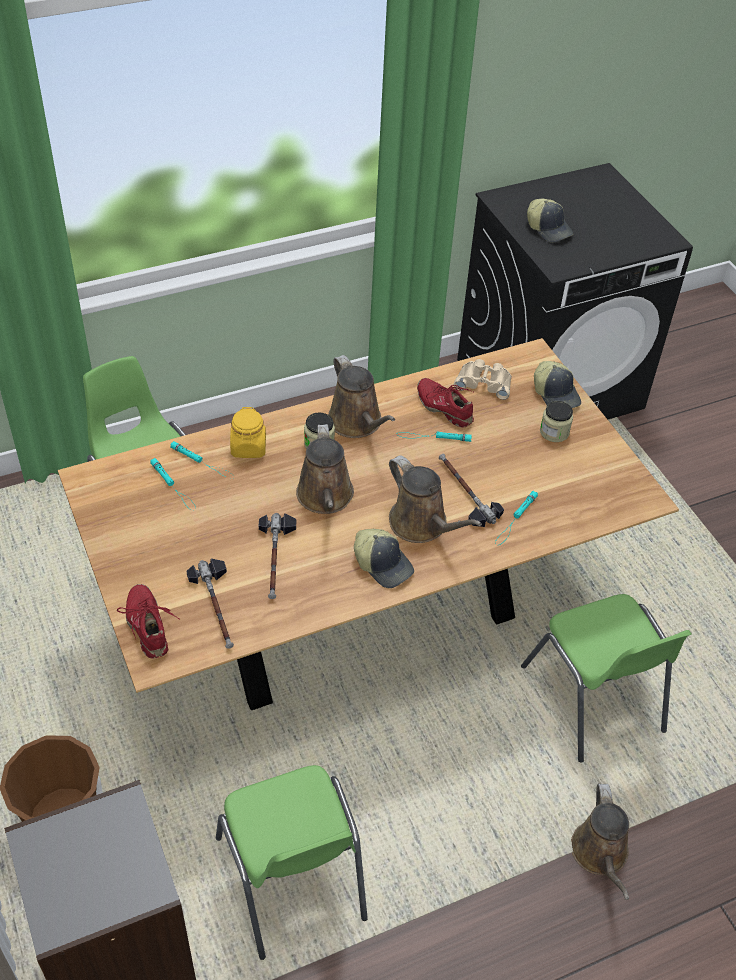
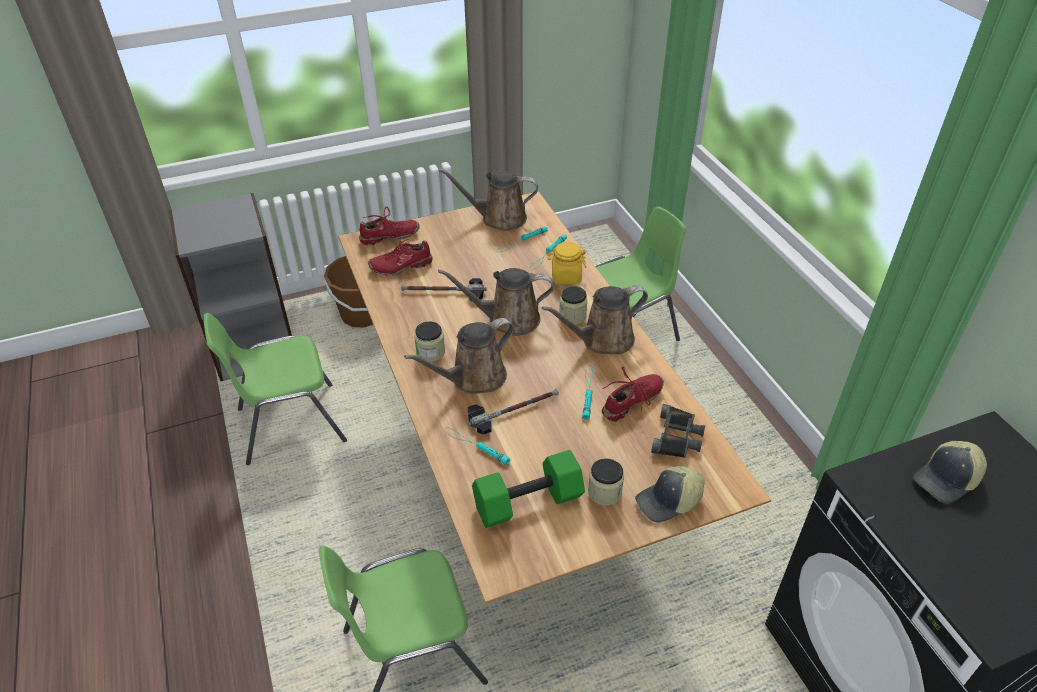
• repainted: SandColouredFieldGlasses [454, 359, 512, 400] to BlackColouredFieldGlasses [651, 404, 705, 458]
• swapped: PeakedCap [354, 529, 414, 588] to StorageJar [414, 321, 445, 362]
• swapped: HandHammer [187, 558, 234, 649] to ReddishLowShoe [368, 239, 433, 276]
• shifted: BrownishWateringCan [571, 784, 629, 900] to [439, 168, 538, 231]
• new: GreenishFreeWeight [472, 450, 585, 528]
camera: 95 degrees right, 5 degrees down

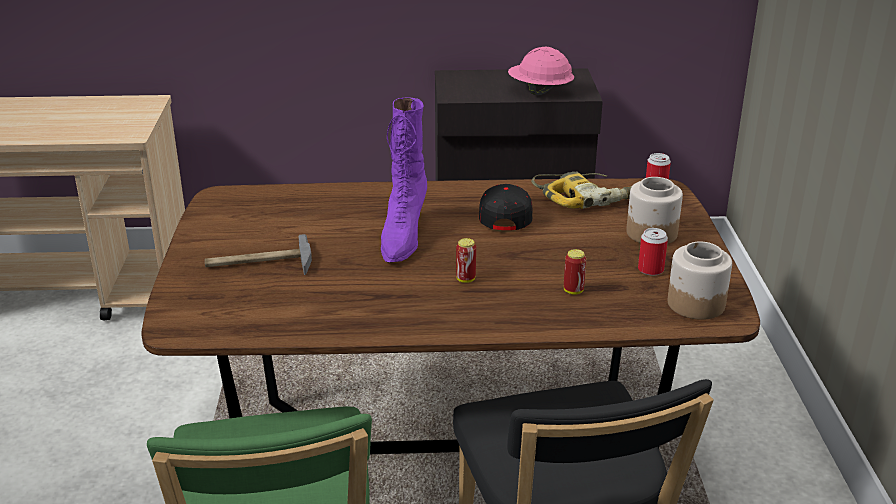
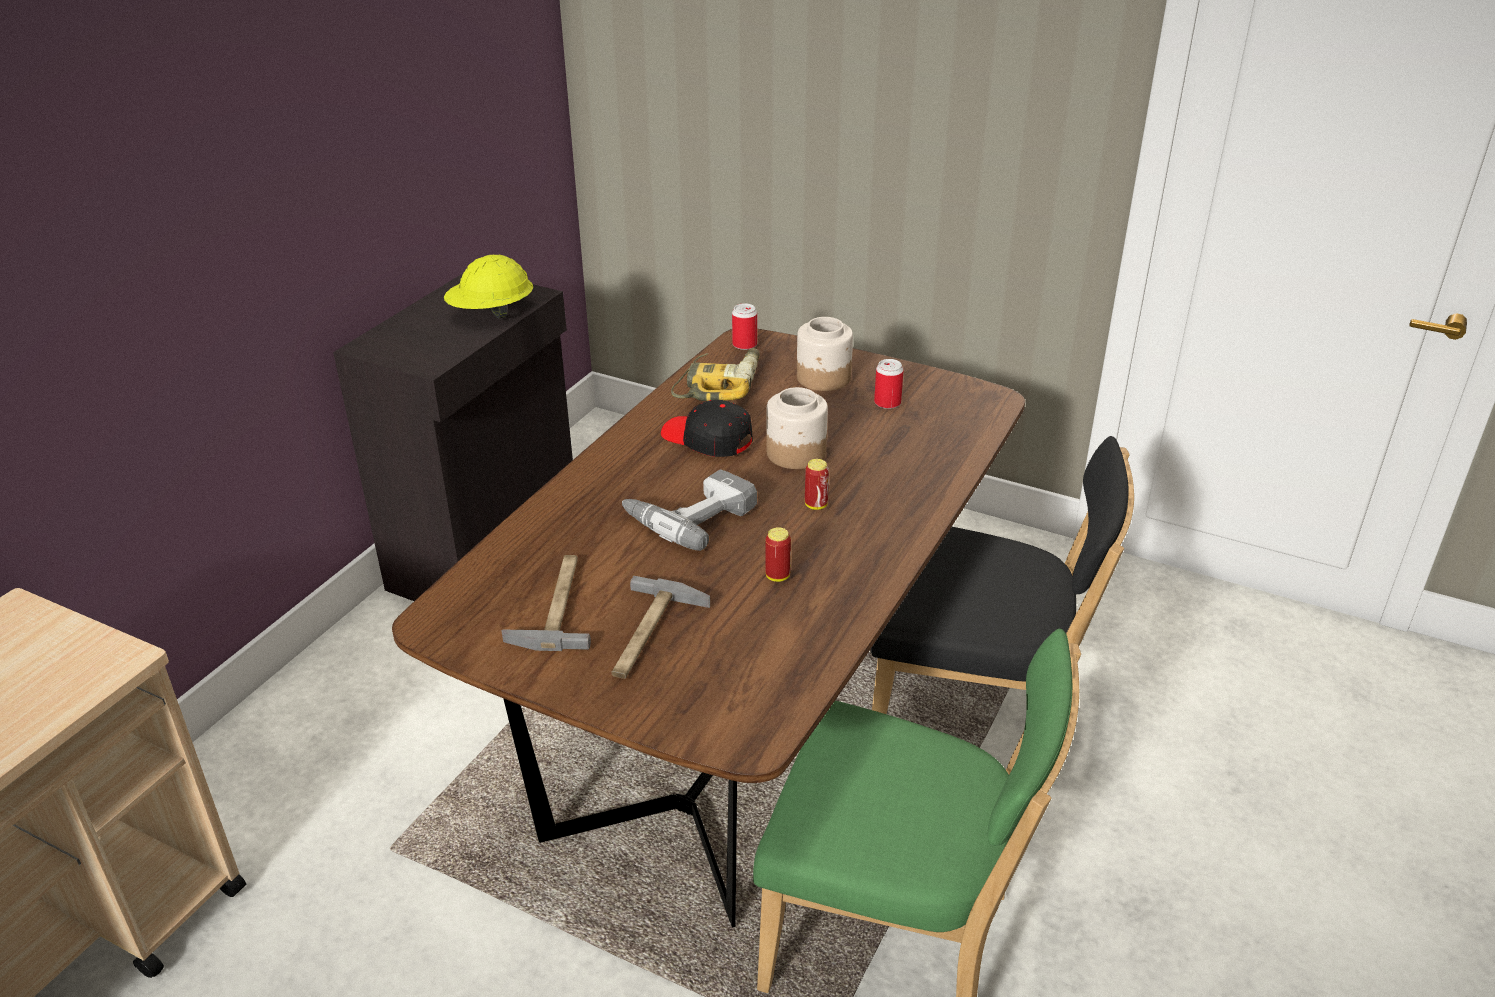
• repainted: PinkColouredSafetyHelmet [508, 47, 574, 95] to YellowishSafetyHelmet [444, 255, 533, 319]
• swapped: PurplishHighTopBoot [381, 97, 427, 262] to Drill [622, 469, 757, 551]
• shifted: StorageJar [668, 241, 732, 320] to [766, 387, 828, 469]
• shifted: MetalCan [564, 249, 586, 295] to [765, 527, 791, 582]
• new: HandHammer [501, 555, 591, 651]
camera: 60 degrees left, 5 degrees up

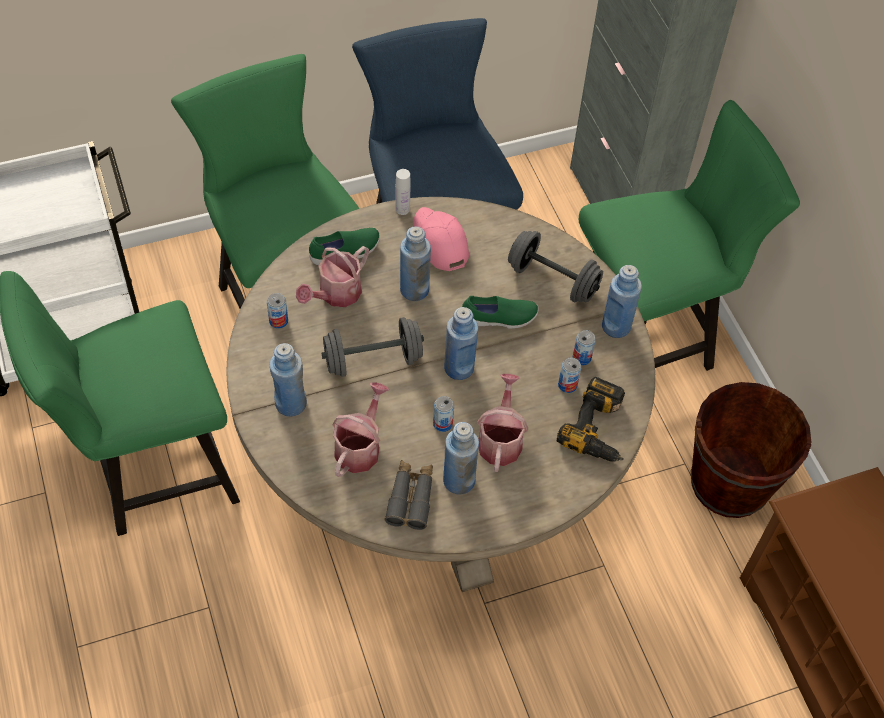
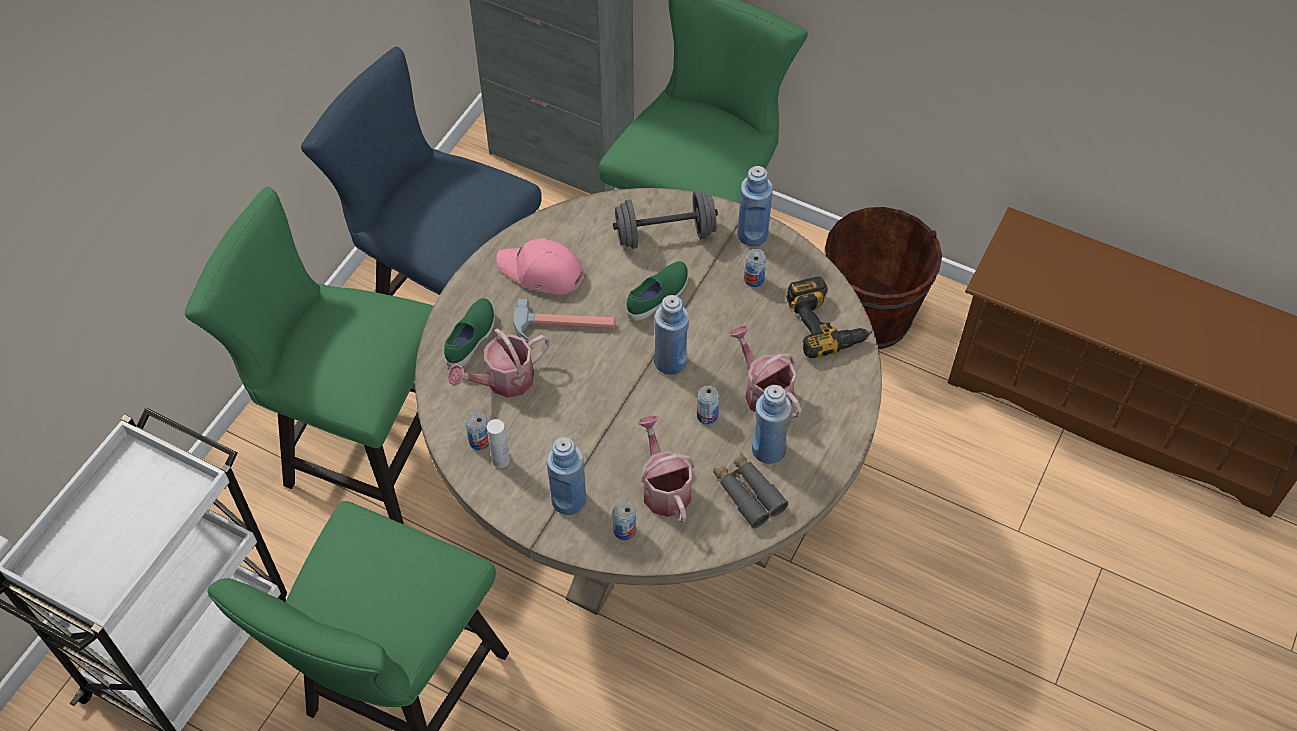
• shifted: WhiteBeverageBottle [395, 169, 411, 215] to [487, 419, 510, 468]
• swapped: BlueColouredBeverageBottle [400, 227, 431, 301] to HandHammer [513, 299, 615, 343]
• rotated: WateringCan [296, 246, 369, 307] = [448, 329, 550, 398] 60 degrees clockwise
• gone: GreyishFreeWeight [321, 317, 424, 377]
• shifted: MetalCan [558, 358, 581, 393] to [613, 501, 636, 540]
camera: 40 degrees left, 0 degrees up

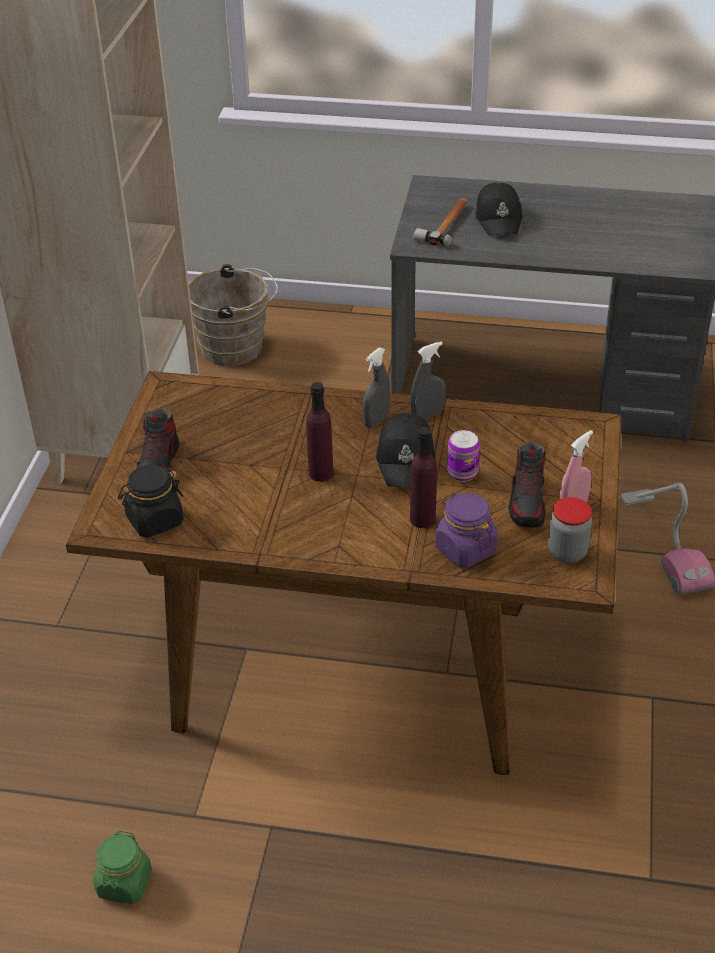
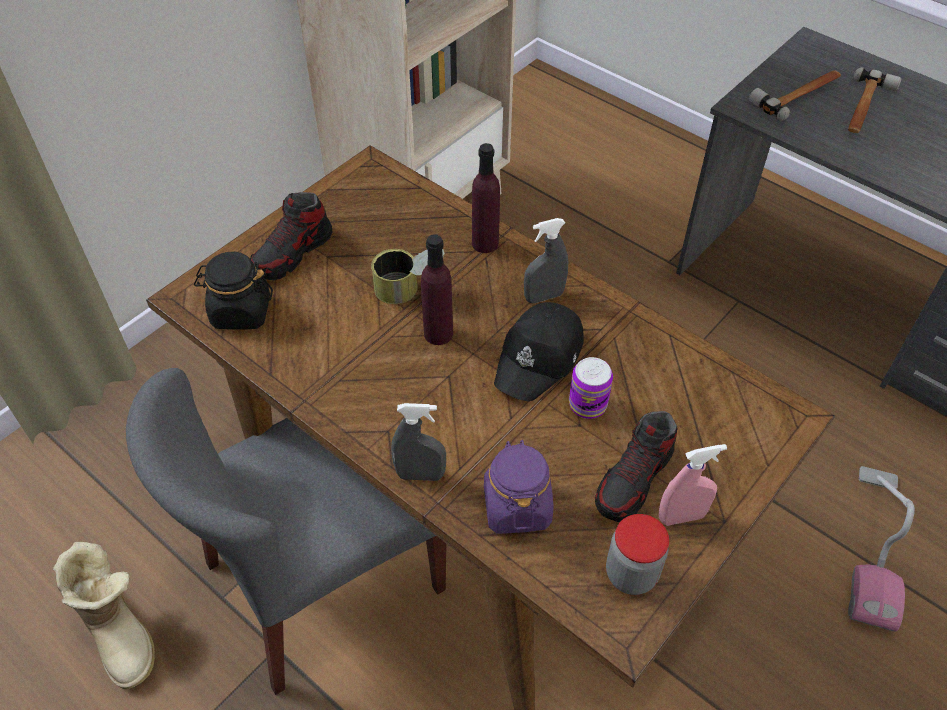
• swapped: BlackColouredPeakedCap [475, 183, 523, 236] to HandHammer [848, 67, 902, 133]
• gone: BrownishPail [189, 264, 278, 366]
• shifted: GreyishHandSprayer [411, 341, 445, 419] to [391, 403, 446, 481]
• shifted: PurplishBeverageBottle [410, 427, 437, 528] to [472, 143, 500, 253]
• swapped: GreenishStorageJar [93, 830, 152, 904] to HighTopBoot [53, 542, 155, 689]
• new: MetalCan [371, 249, 445, 304]
• new: GreyishChair [126, 368, 446, 695]
camera: 30 degrees right, 10 degrees up

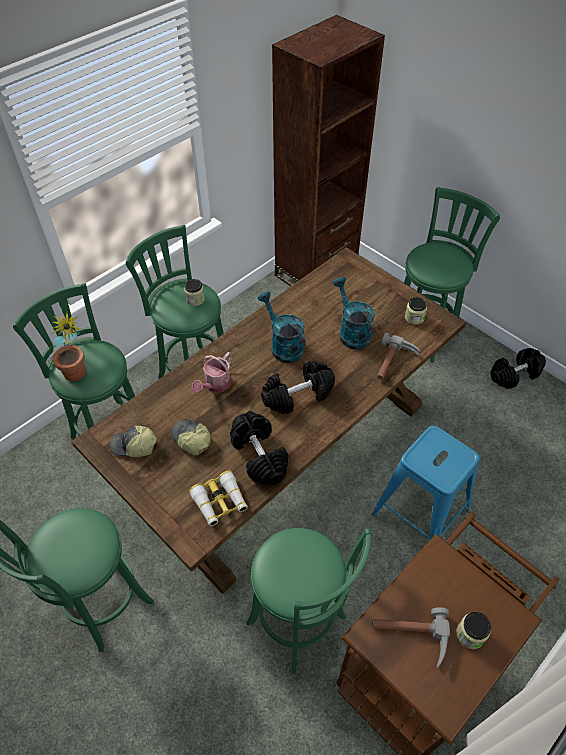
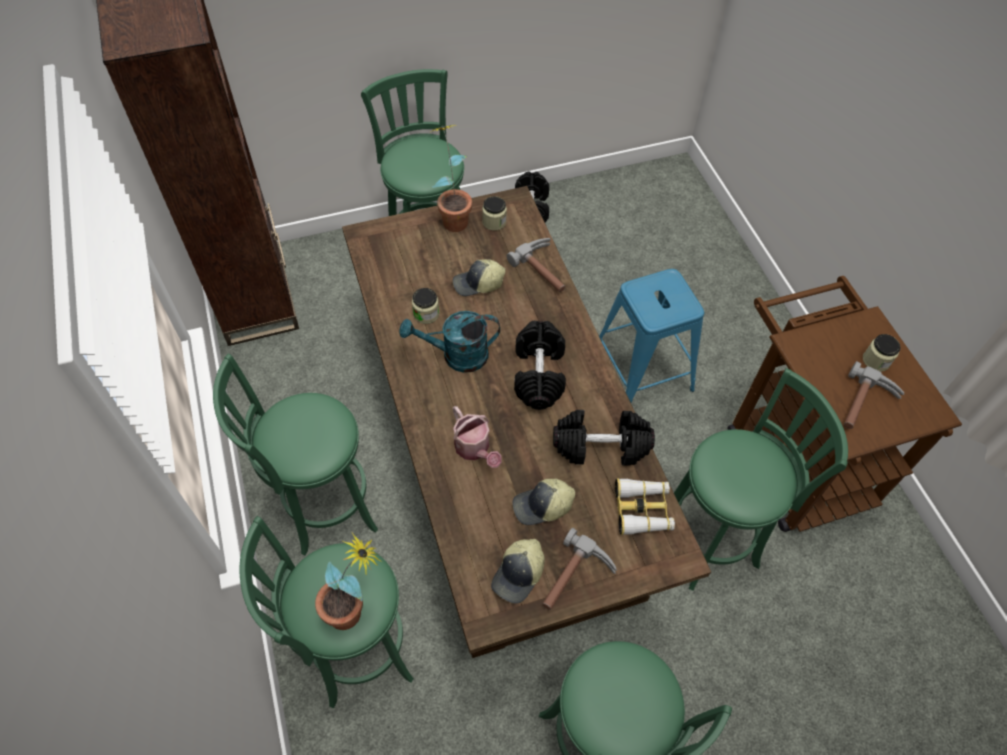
• swapped: TurquoiseWateringCan [333, 277, 375, 349] to PeakedCap [453, 259, 506, 296]
• shifted: StorageJar [184, 279, 205, 306] to [412, 288, 439, 324]
• new: PottedPlant [431, 125, 472, 232]
• new: HandHammer [542, 528, 617, 610]
camera: 65 degrees left, 5 degrees up

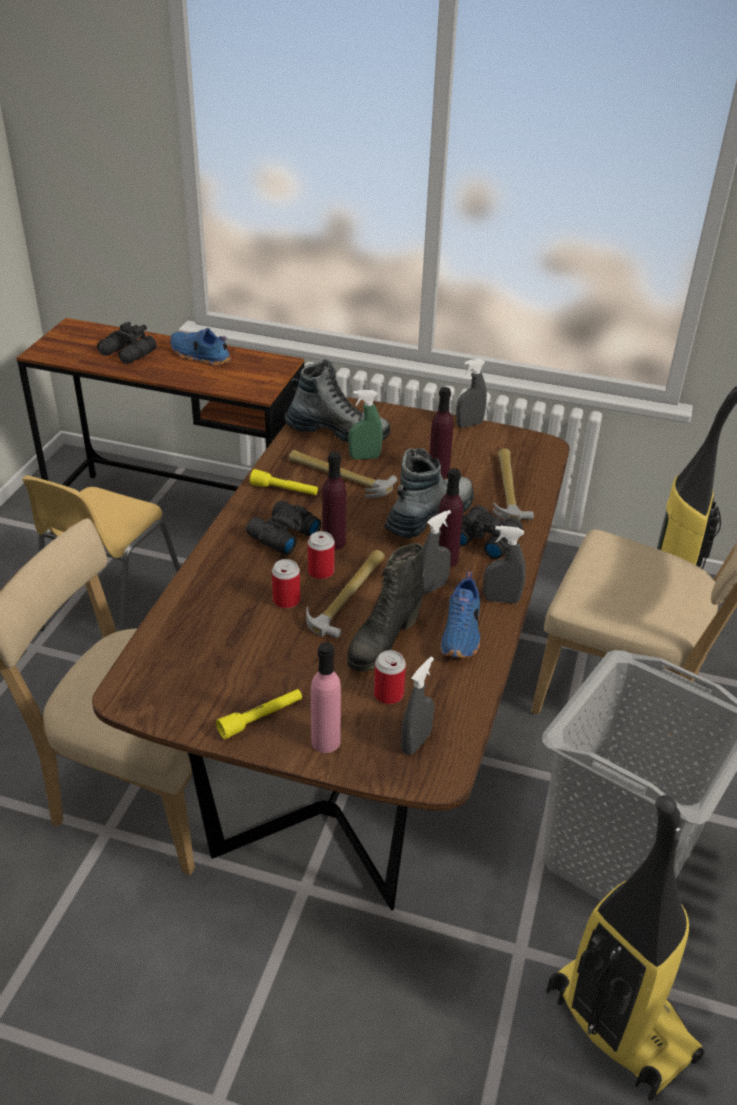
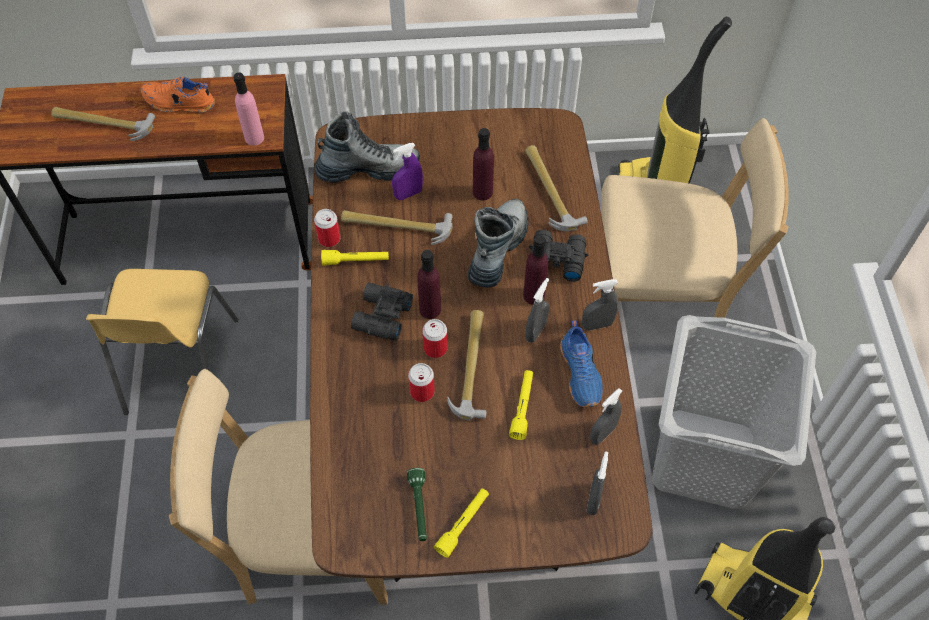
• swapped: BlackColouredFieldGlasses [97, 322, 157, 364] to HandHammer [51, 107, 155, 141]
• repainted: BlueColouredLowShoe [170, 328, 231, 366] to OrangeyLowShoe [141, 77, 215, 113]
• shifted: GreyishHandSprayer [456, 359, 487, 428] to [590, 388, 622, 445]
• repainted: GreenishHandSprayer [348, 390, 383, 460] to PurplishHandSprayer [392, 143, 423, 200]
• swapped: BlackColouredHighTopBoot [347, 543, 423, 672] to YellowishTorch [509, 370, 533, 440]
• shifted: PinkColouredBeverageBottle [311, 642, 341, 753] to [233, 72, 264, 146]
• shifted: MetalCan [374, 650, 406, 704] to [314, 209, 341, 247]
• new: GreenishTorch [407, 468, 427, 541]
camera: 20 degrees left, 20 degrees up

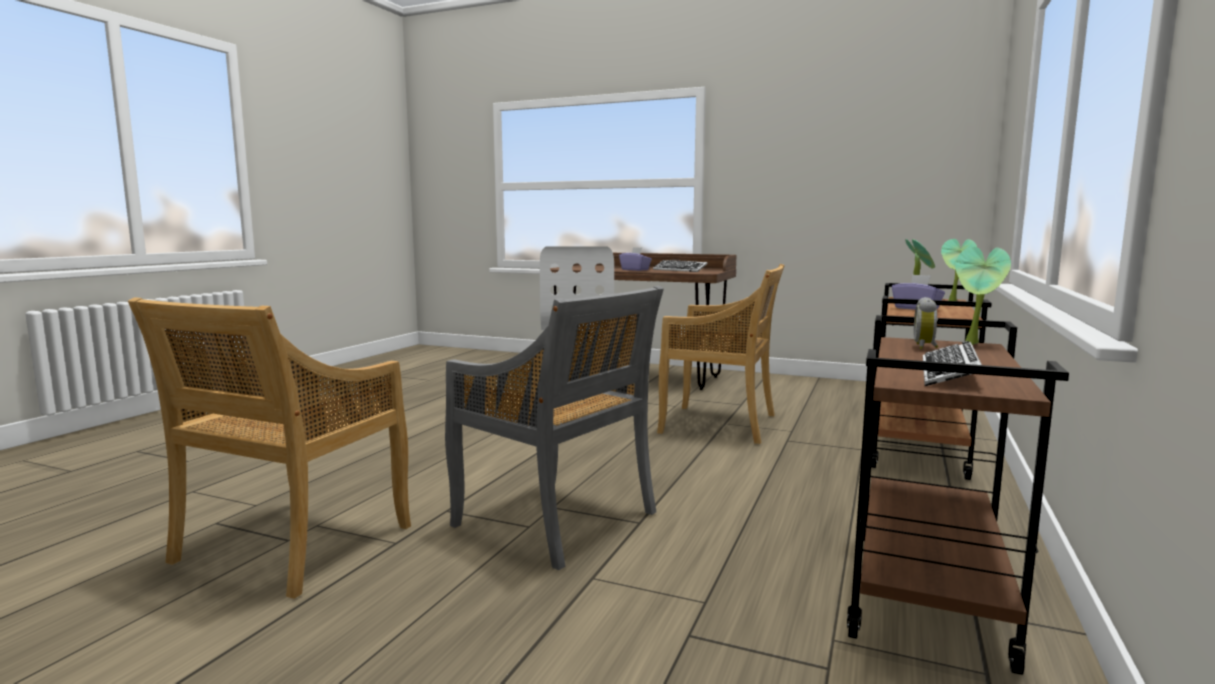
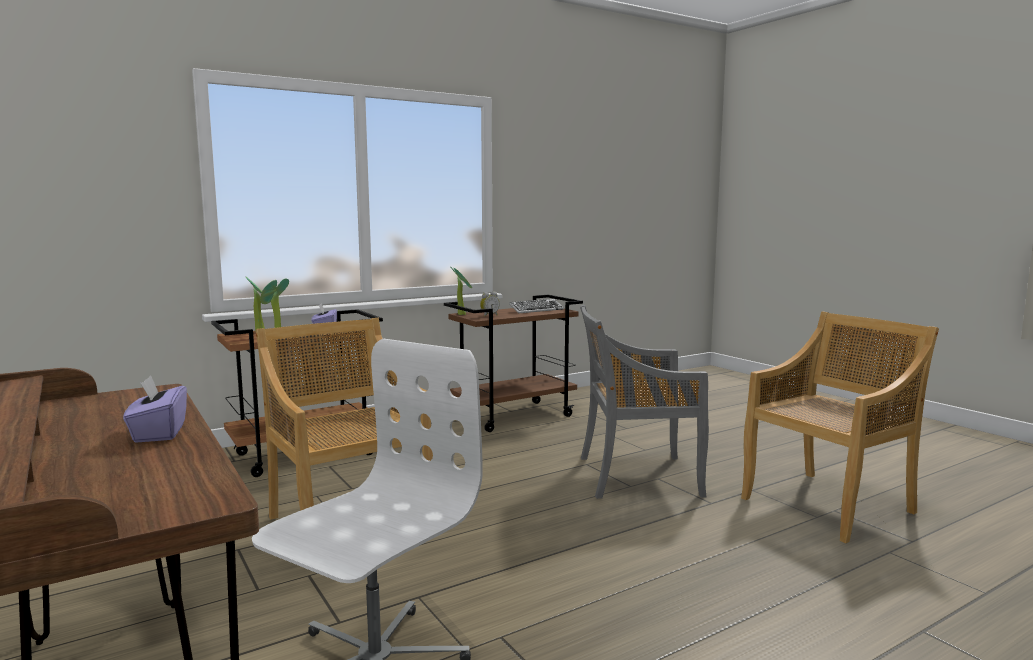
• gone: ComputerKeyboard [653, 260, 708, 272]
• rotated: GreyishChair [445, 286, 664, 570] = [580, 305, 709, 499] 75 degrees counterclockwise
camera: 145 degrees left, 0 degrees up

